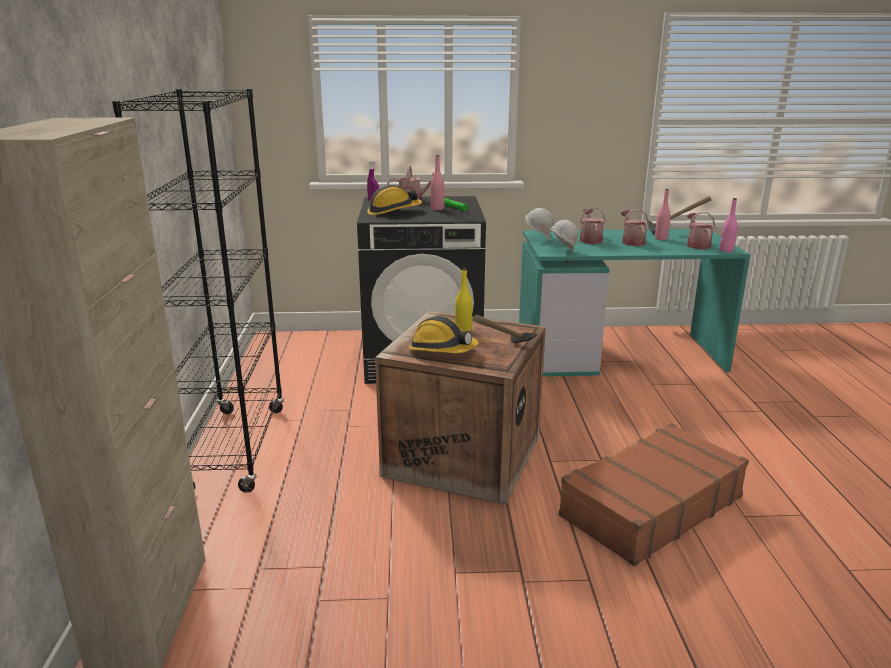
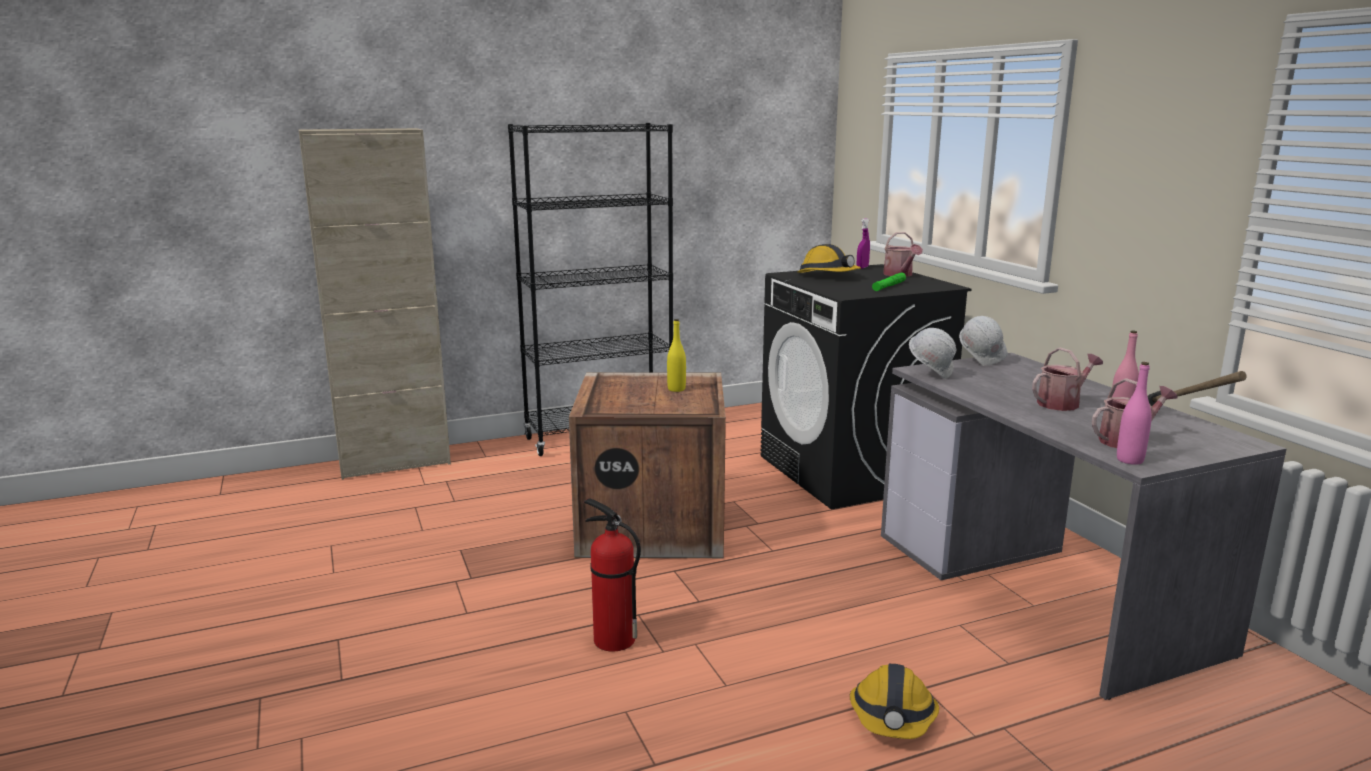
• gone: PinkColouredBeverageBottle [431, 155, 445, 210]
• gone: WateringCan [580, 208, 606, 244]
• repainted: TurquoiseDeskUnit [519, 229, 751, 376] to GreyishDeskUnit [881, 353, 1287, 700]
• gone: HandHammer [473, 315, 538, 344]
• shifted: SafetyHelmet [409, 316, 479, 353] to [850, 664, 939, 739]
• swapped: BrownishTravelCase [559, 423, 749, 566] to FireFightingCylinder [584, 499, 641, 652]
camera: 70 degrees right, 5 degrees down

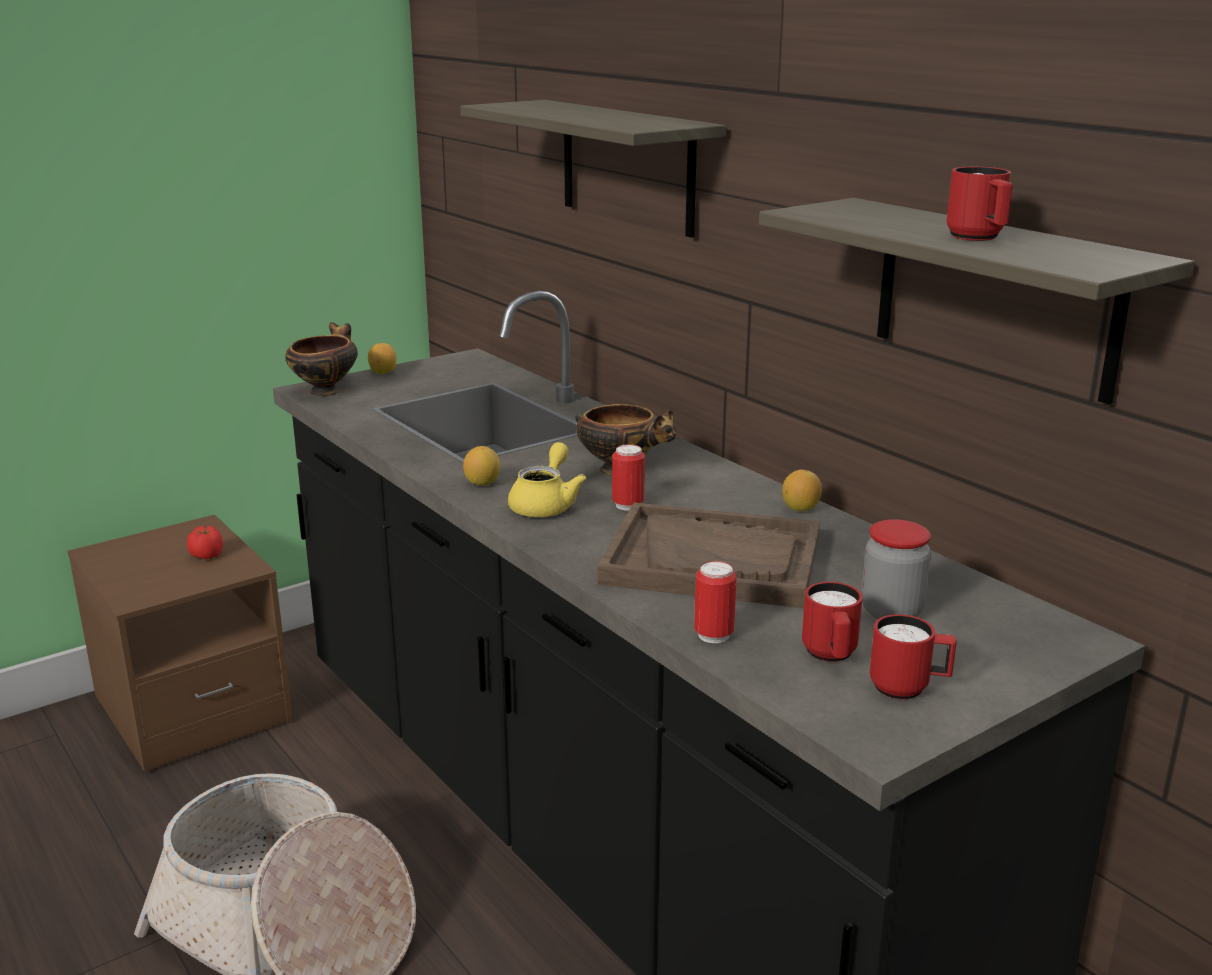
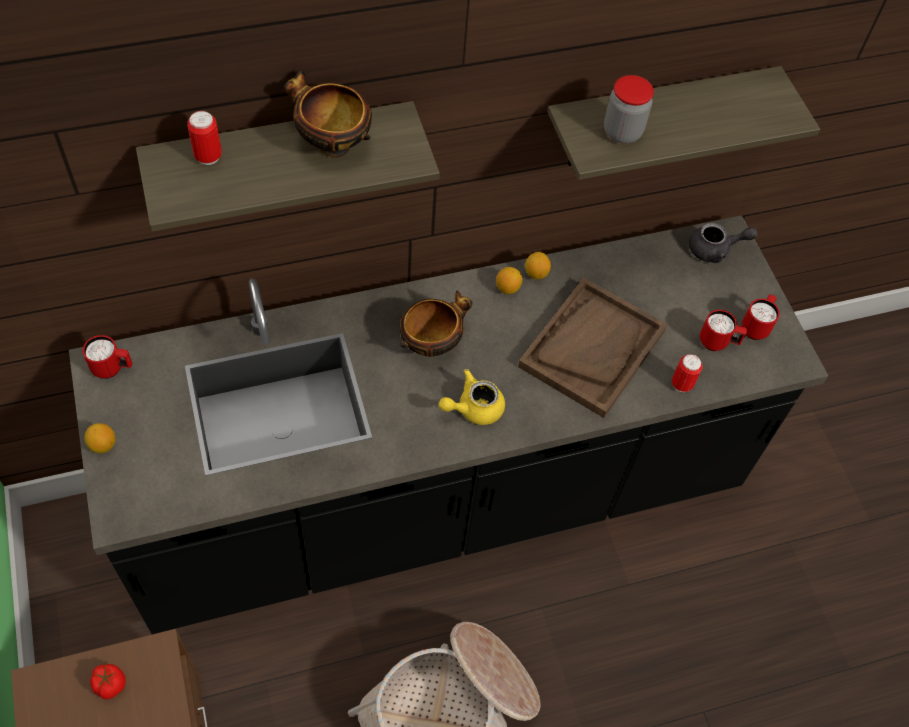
• shifted: ReddishTeaMug [947, 167, 1013, 241] to [83, 335, 132, 379]
• shifted: ServingBowl [285, 322, 358, 396] to [283, 71, 372, 158]
• rotated: YellowishPotForTea [508, 442, 586, 517] = [439, 369, 505, 425] 60 degrees counterclockwise
• shifted: MetalCan [612, 444, 645, 511] to [187, 111, 222, 165]
• shifted: WholeLemon [463, 446, 500, 486] to [496, 267, 523, 294]
• shifted: StorageJar [862, 519, 931, 619] to [604, 75, 654, 144]
• new: GreyishPotForTea [689, 223, 758, 263]
camera: 75 degrees left, 35 degrees up

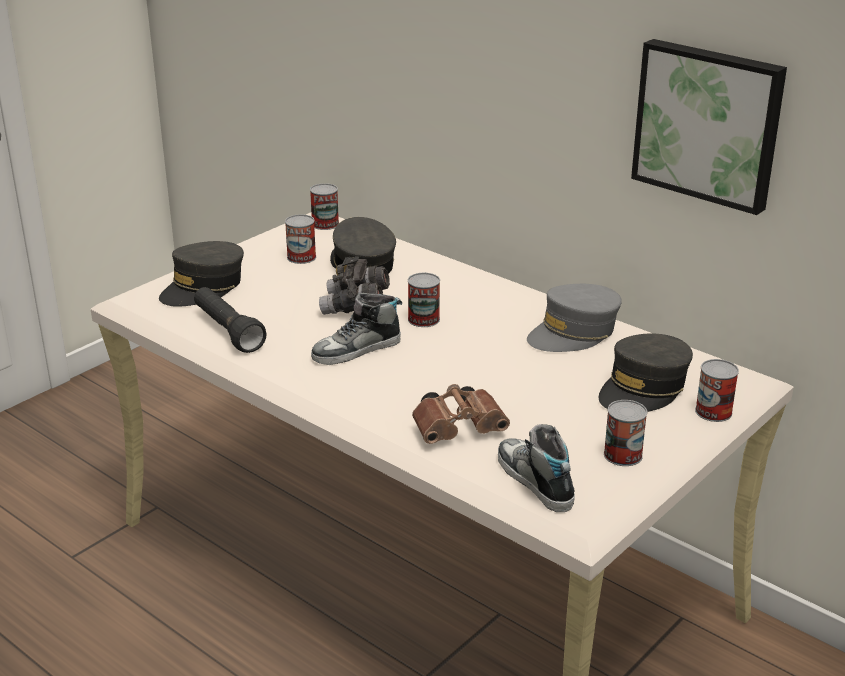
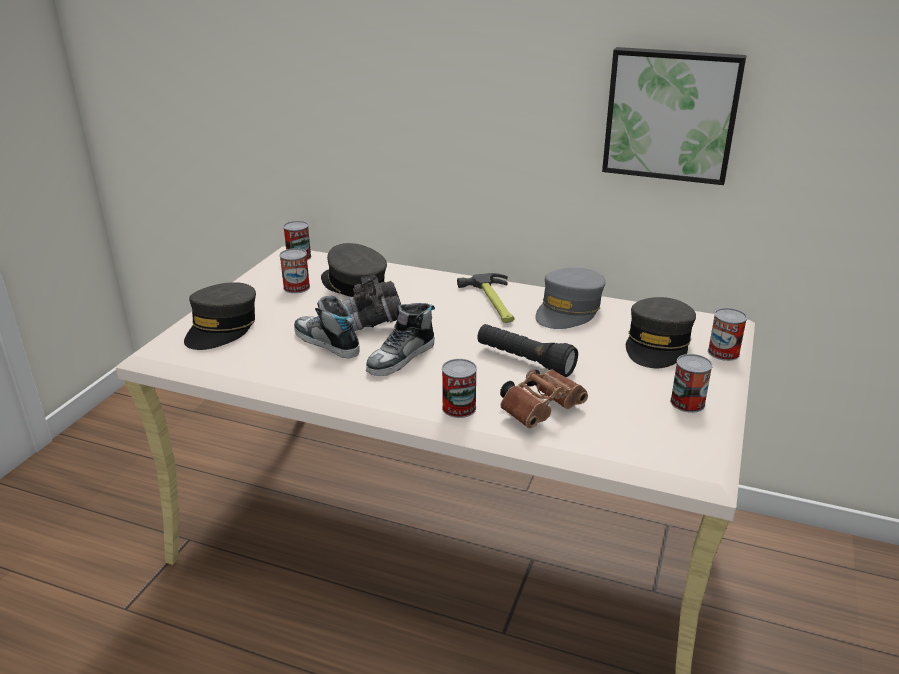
• shifted: MetalCan [408, 273, 440, 327] to [442, 359, 477, 418]
• shifted: BlackColouredTorch [194, 287, 267, 353] to [477, 324, 578, 377]
• shifted: LowShoe [498, 424, 575, 512] to [294, 296, 360, 358]
• new: HandHammer [457, 273, 515, 323]
camera: 20 degrees left, 0 degrees up

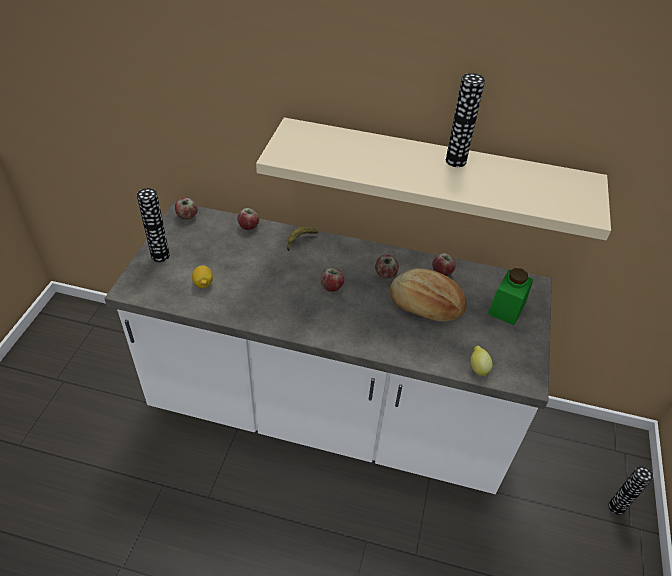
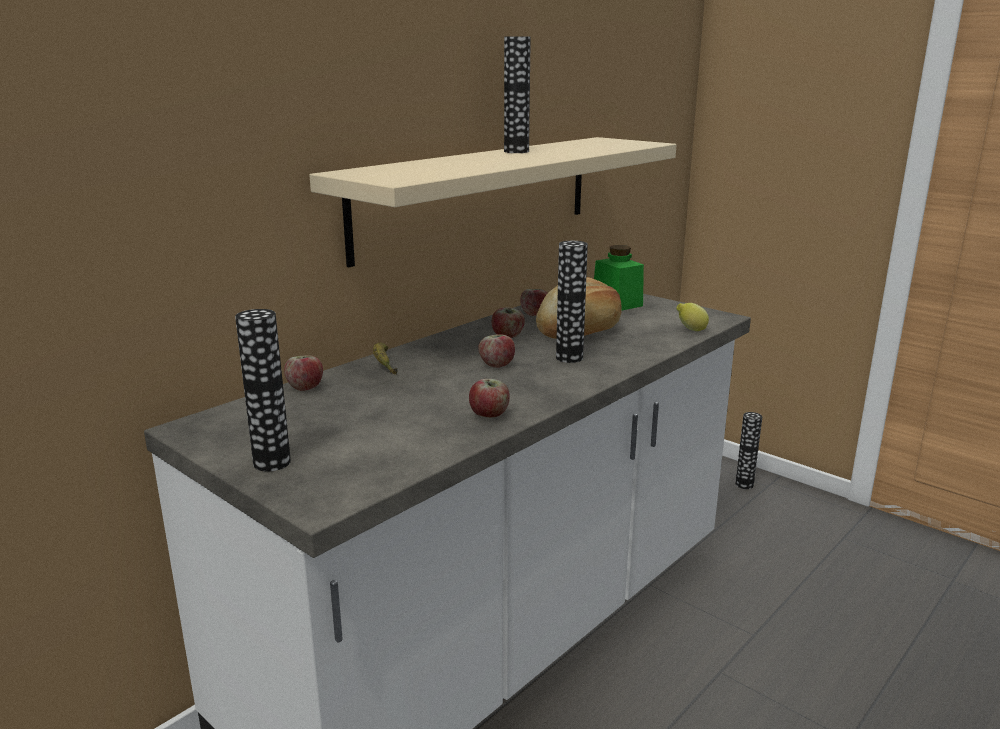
• shifted: WholeApple [175, 198, 198, 220] to [469, 379, 510, 417]
• gone: WholeLemon [192, 265, 213, 288]
• new: DecorativeVase [556, 241, 588, 363]
camera: 60 degrees left, 25 degrees down

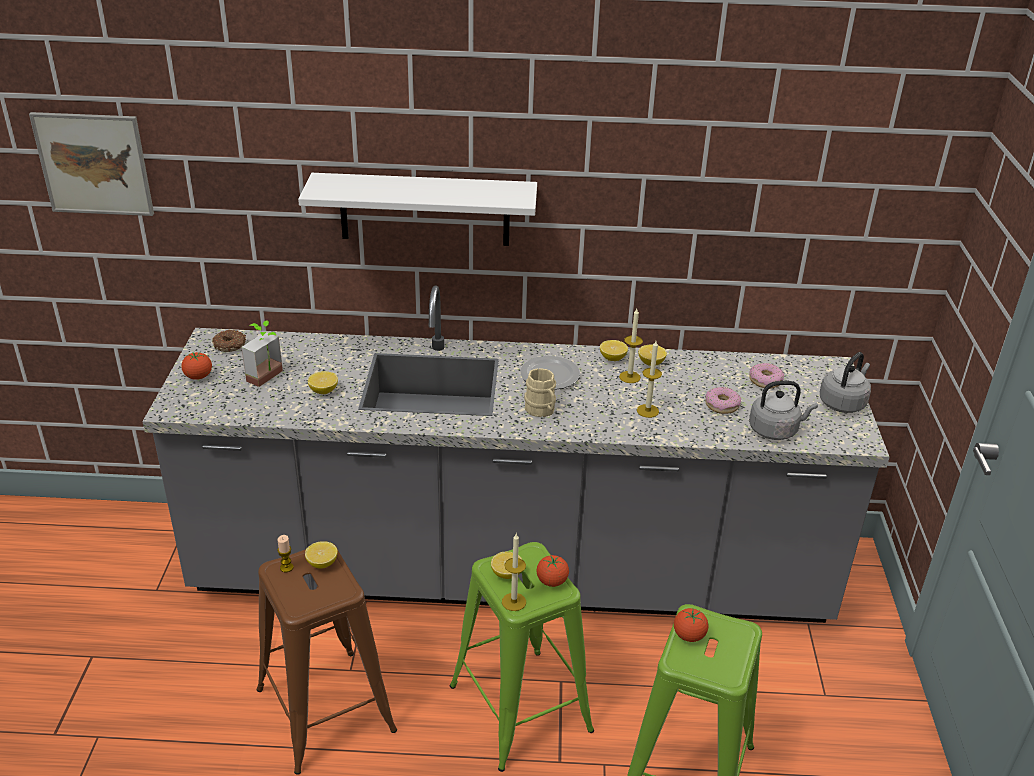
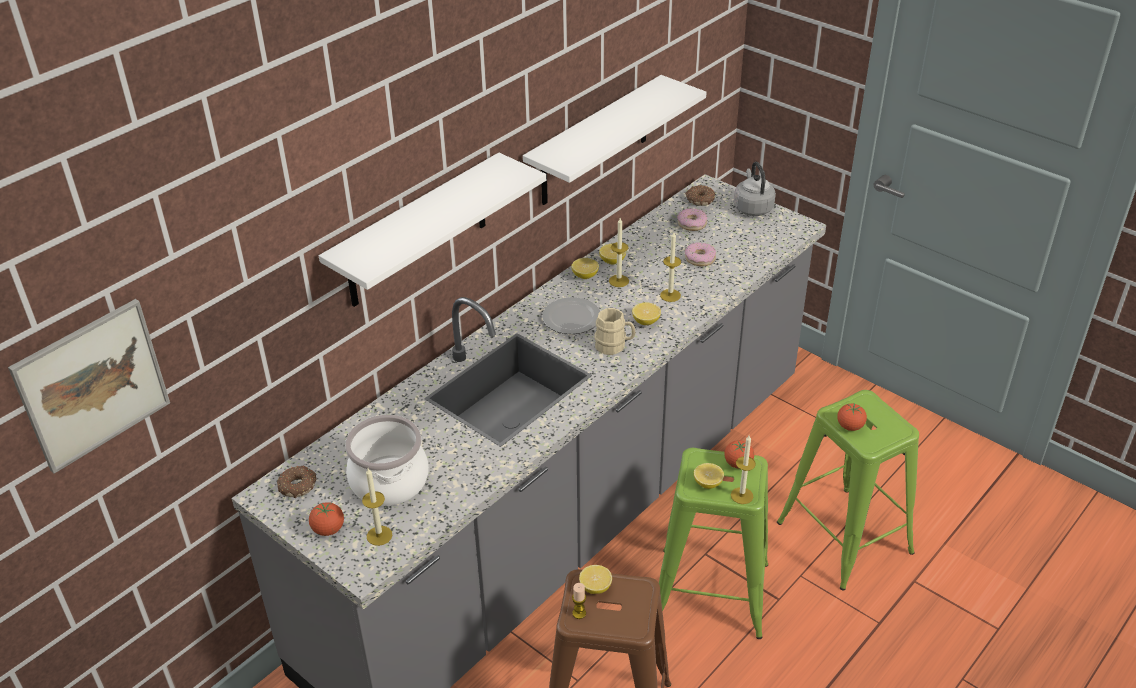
• swapped: PottedPlant [241, 320, 283, 387] to Saucepot [345, 415, 429, 506]
• shifted: WholeLemon [308, 371, 338, 394] to [632, 302, 661, 325]
• gone: GreyishTeaKettle [749, 381, 818, 440]
• new: WhiteWallShelf [523, 75, 706, 205]
• new: RingDoughnut [685, 185, 715, 206]
• new: WaxLight [362, 468, 393, 546]
camera: 50 degrees left, 5 degrees up

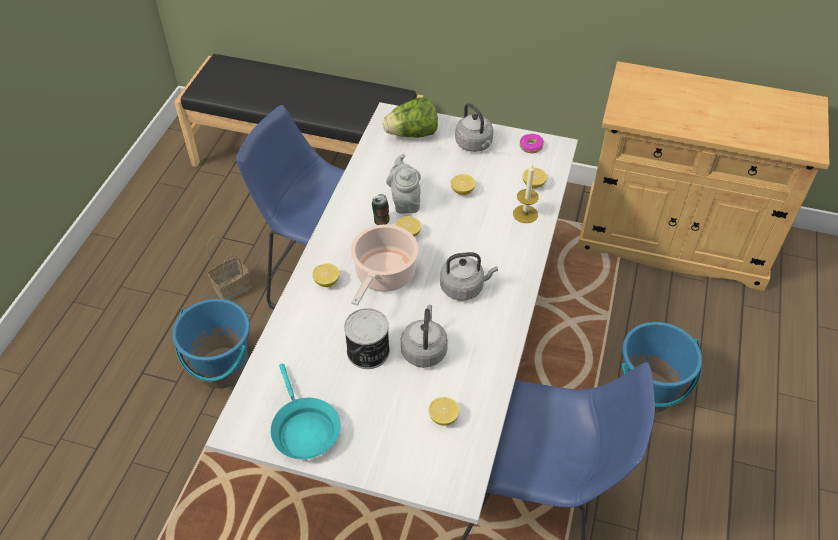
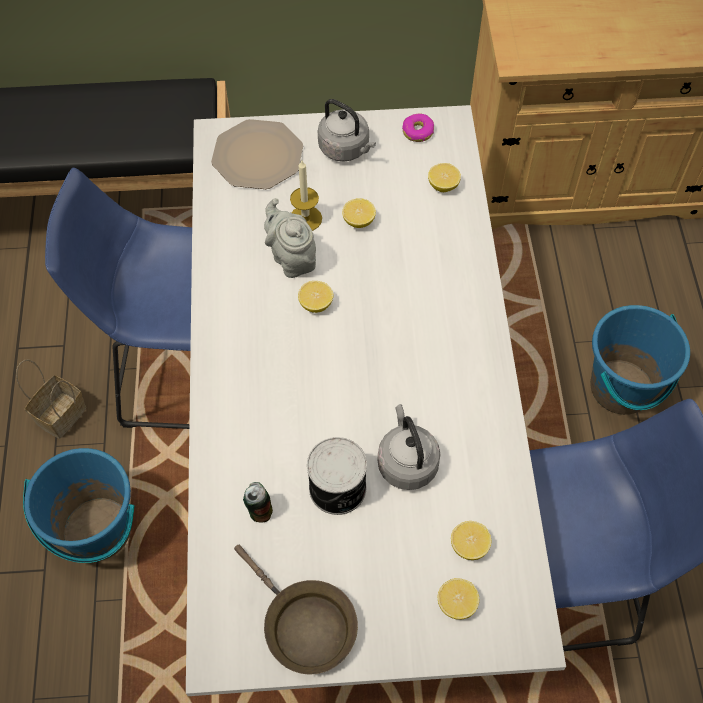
• swapped: HeadOfLettuce [383, 97, 438, 138] to Plate [211, 119, 303, 189]
• shifted: WaxLight [513, 165, 539, 223] to [290, 161, 322, 231]
• shifted: MetalCan [372, 194, 390, 225] to [243, 482, 273, 523]
• gone: Saucepot [351, 224, 419, 306]
• gone: GreyishTeaKettle [440, 252, 498, 300]
• shifted: WholeLemon [312, 263, 340, 287] to [438, 578, 479, 620]
• repainted: TurquoisePan [271, 364, 341, 460] to BrownishPan [234, 545, 358, 675]
camera: 20 degrees left, 10 degrees up

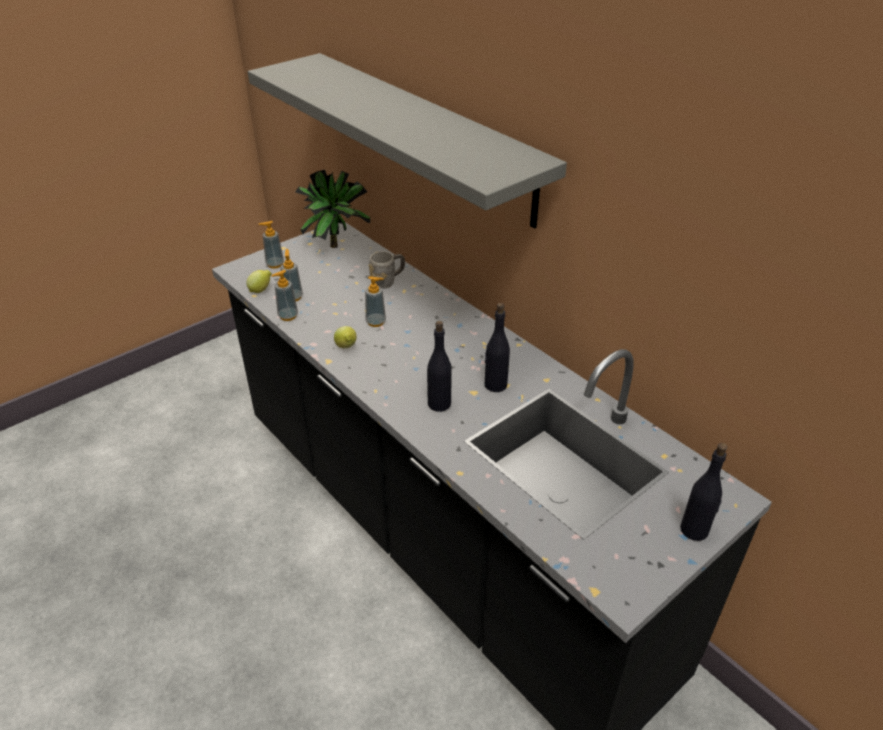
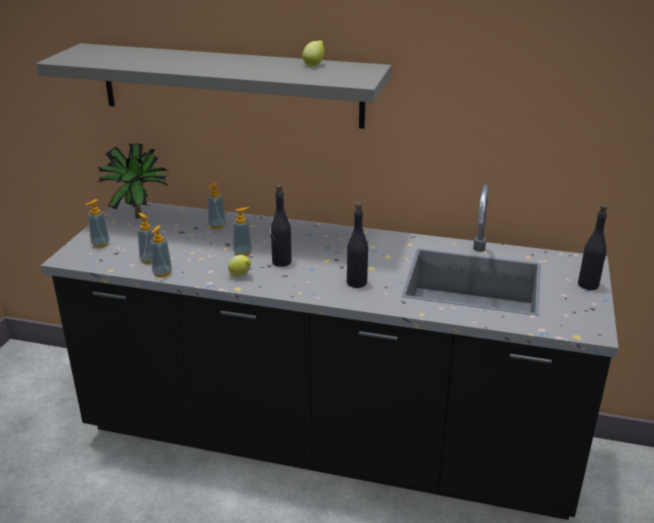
• swapped: GreyishTeaMug [369, 251, 405, 289] to LiquidSoapBottle [208, 182, 226, 229]
• shifted: WholeLemon [247, 270, 272, 293] to [302, 40, 325, 66]
• shifted: BlackColouredBeverageBottle [485, 303, 510, 392] to [270, 185, 292, 267]
camera: 35 degrees left, 10 degrees down

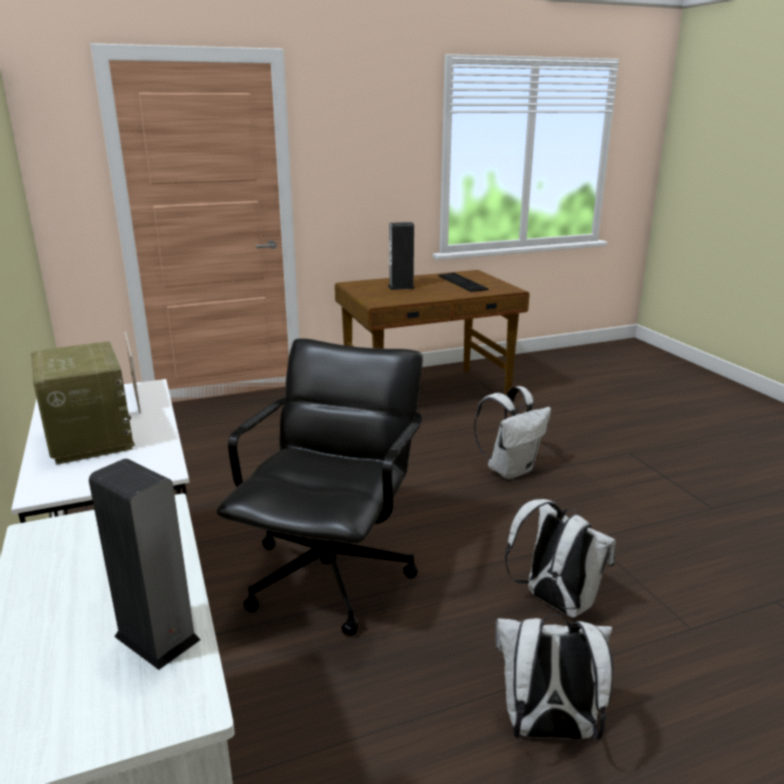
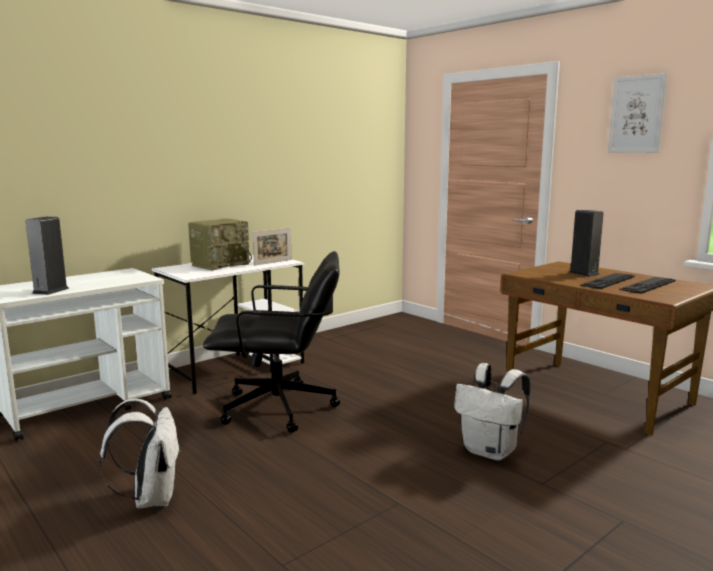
• gone: WhiteRucksack [505, 499, 616, 618]
• new: WallPicture [608, 73, 668, 153]
• new: ComputerKeyboard [580, 273, 635, 289]
camera: 70 degrees right, 10 degrees down

